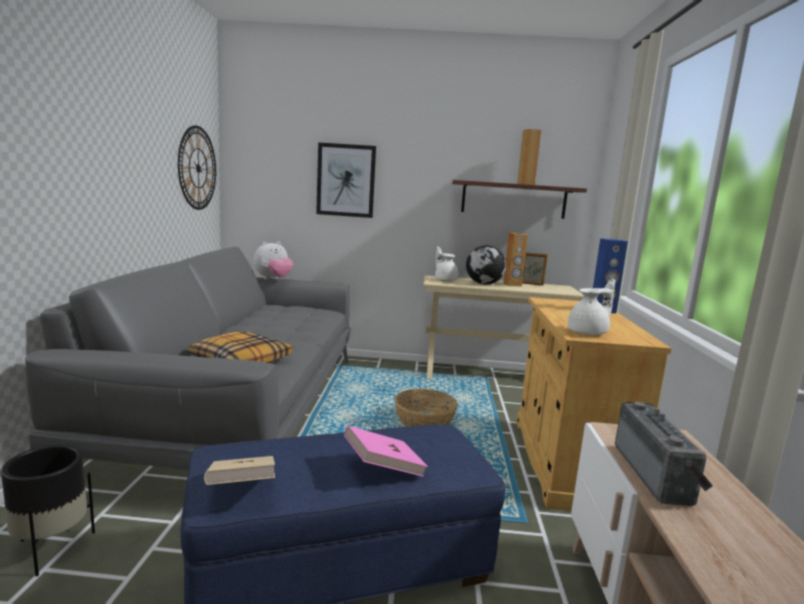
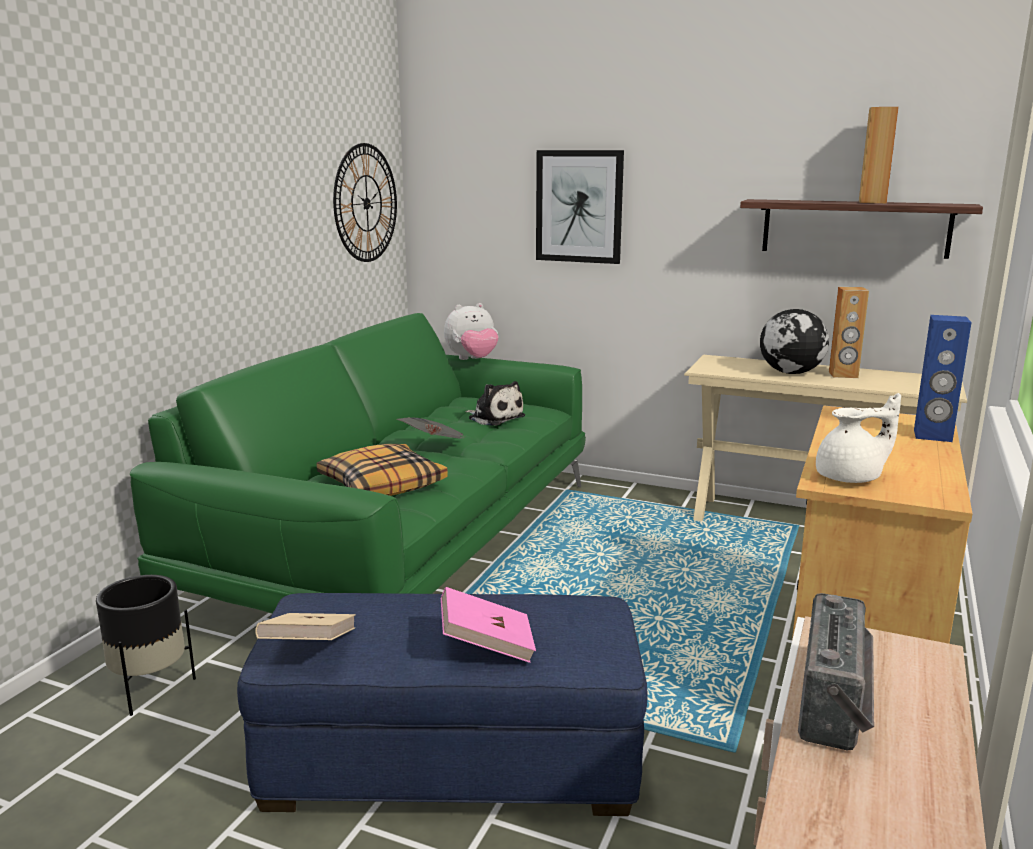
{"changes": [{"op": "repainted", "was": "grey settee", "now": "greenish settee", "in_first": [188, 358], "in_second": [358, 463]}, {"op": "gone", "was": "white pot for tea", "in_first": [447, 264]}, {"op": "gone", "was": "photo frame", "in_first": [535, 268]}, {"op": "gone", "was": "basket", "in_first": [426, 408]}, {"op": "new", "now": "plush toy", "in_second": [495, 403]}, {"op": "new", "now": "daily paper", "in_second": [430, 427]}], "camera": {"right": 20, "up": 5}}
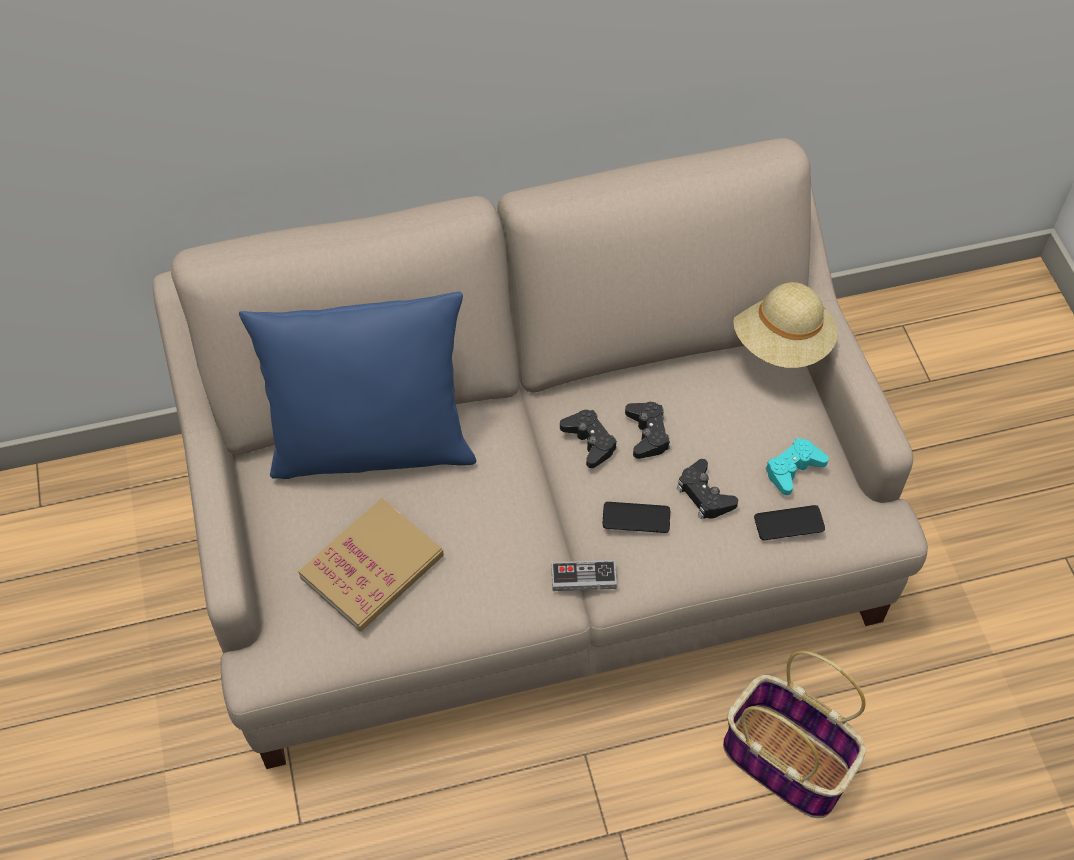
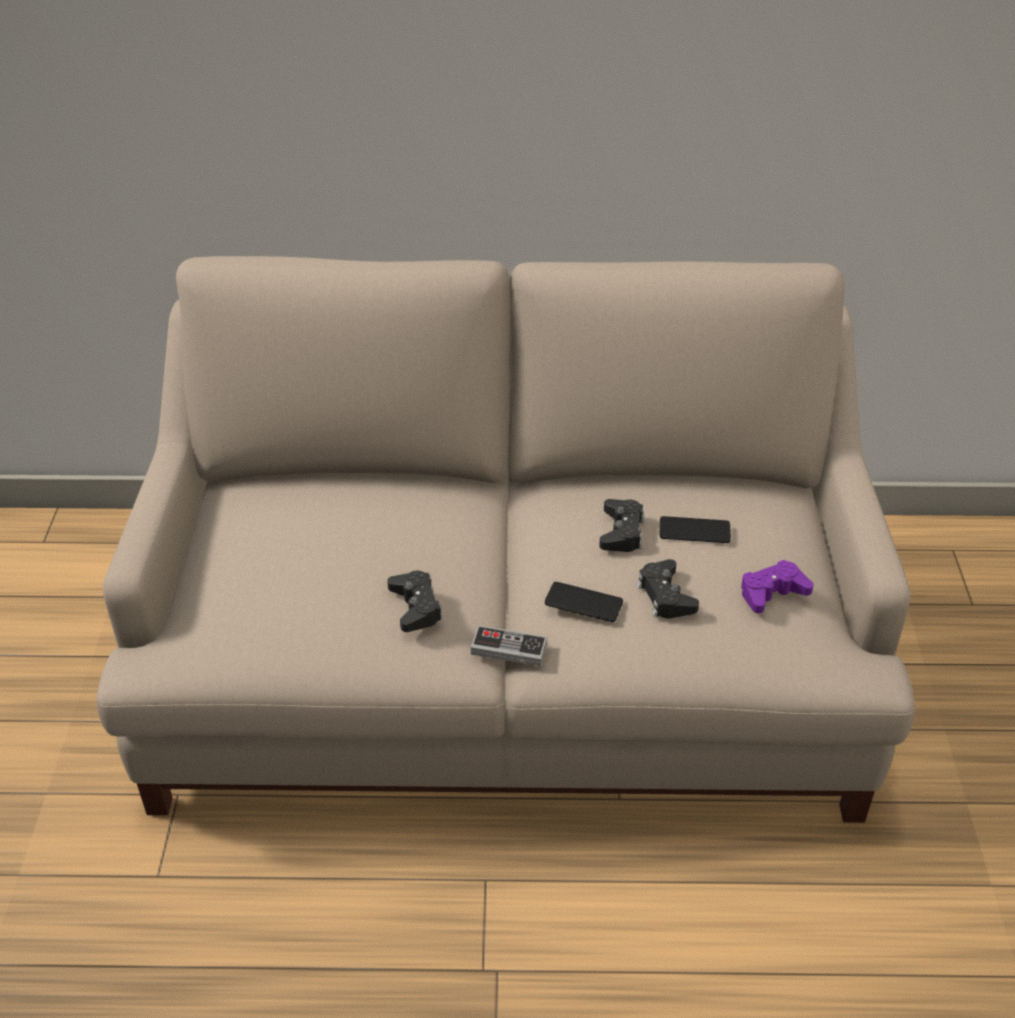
{"changes": [{"op": "gone", "was": "beige-coloured clothing hat", "in_first": [785, 325]}, {"op": "gone", "was": "blue throw pillow", "in_first": [357, 385]}, {"op": "shifted", "was": "black gamepad", "in_first": [588, 439], "in_second": [415, 601]}, {"op": "repainted", "was": "turquoise gamepad", "now": "purple-coloured gamepad", "in_first": [797, 466], "in_second": [777, 586]}, {"op": "gone", "was": "book", "in_first": [371, 564]}, {"op": "shifted", "was": "telephone", "in_first": [789, 522], "in_second": [695, 529]}, {"op": "gone", "was": "basket", "in_first": [794, 734]}], "camera": {"right": 15, "up": -15}}
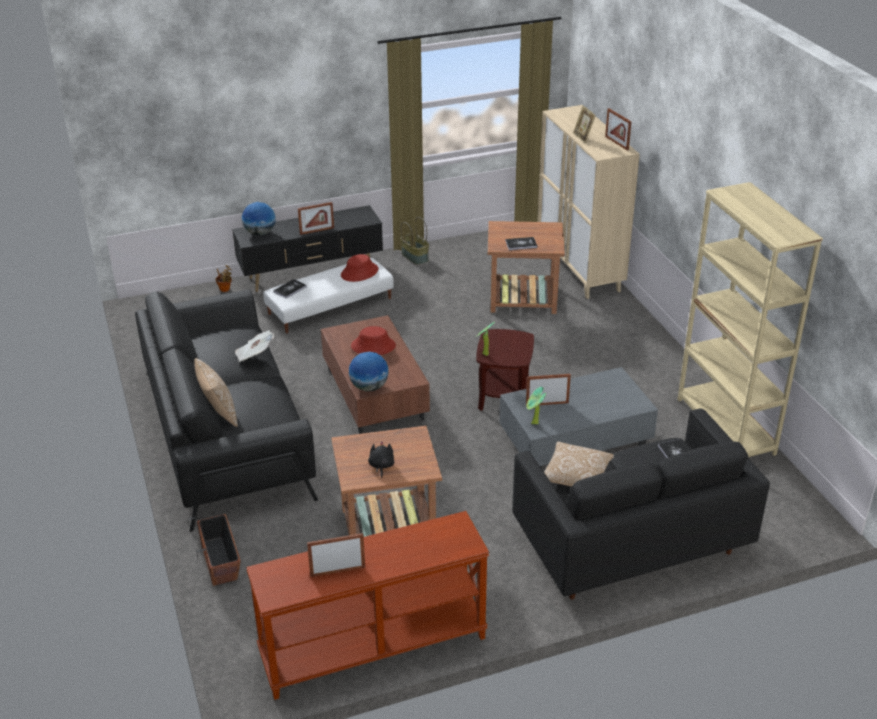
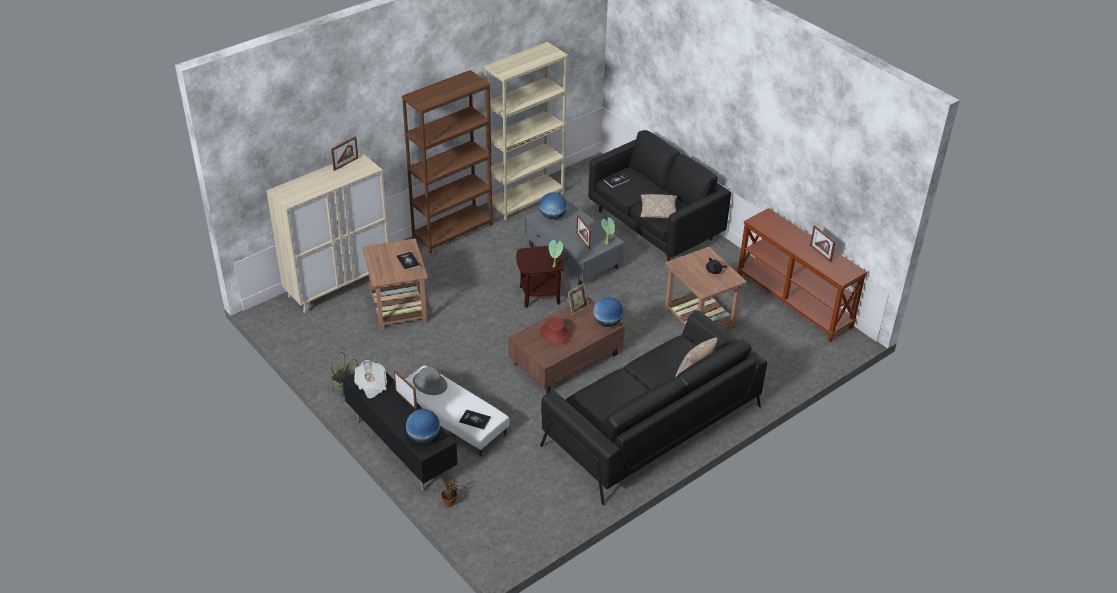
{"changes": [{"op": "shifted", "was": "photo frame", "in_first": [584, 124], "in_second": [577, 299]}, {"op": "repainted", "was": "red-coloured clothing hat", "now": "grey clothing hat", "in_first": [359, 268], "in_second": [430, 381]}, {"op": "shifted", "was": "daily paper", "in_first": [254, 346], "in_second": [370, 379]}, {"op": "gone", "was": "plant pot", "in_first": [214, 550]}, {"op": "new", "now": "brown shelving unit", "in_second": [447, 162]}, {"op": "new", "now": "globe", "in_second": [553, 206]}], "camera": {"right": -110, "up": 5}}
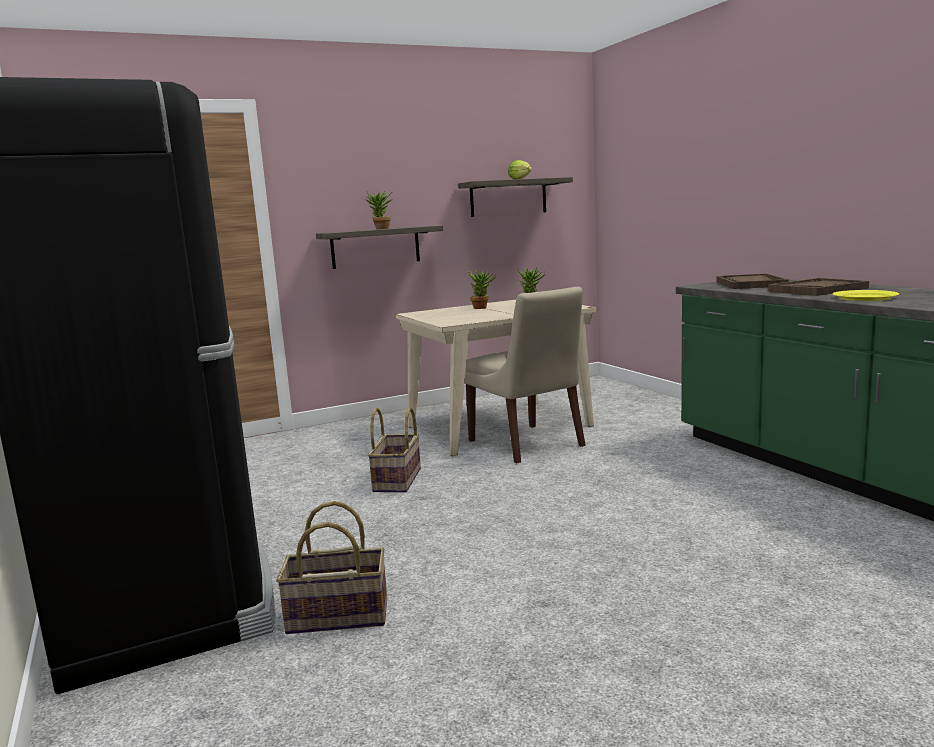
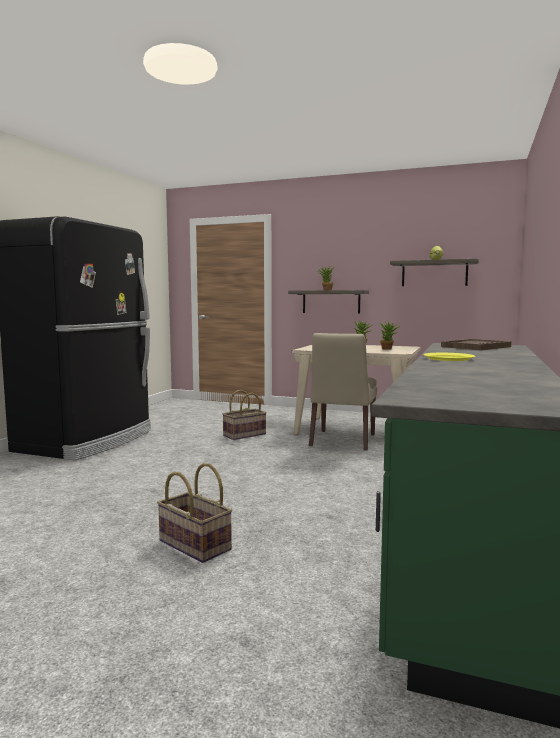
{"changes": [{"op": "gone", "was": "brown tray", "in_first": [818, 287]}, {"op": "shifted", "was": "basket", "in_first": [331, 567], "in_second": [194, 513]}], "camera": {"right": 45, "up": -5}}
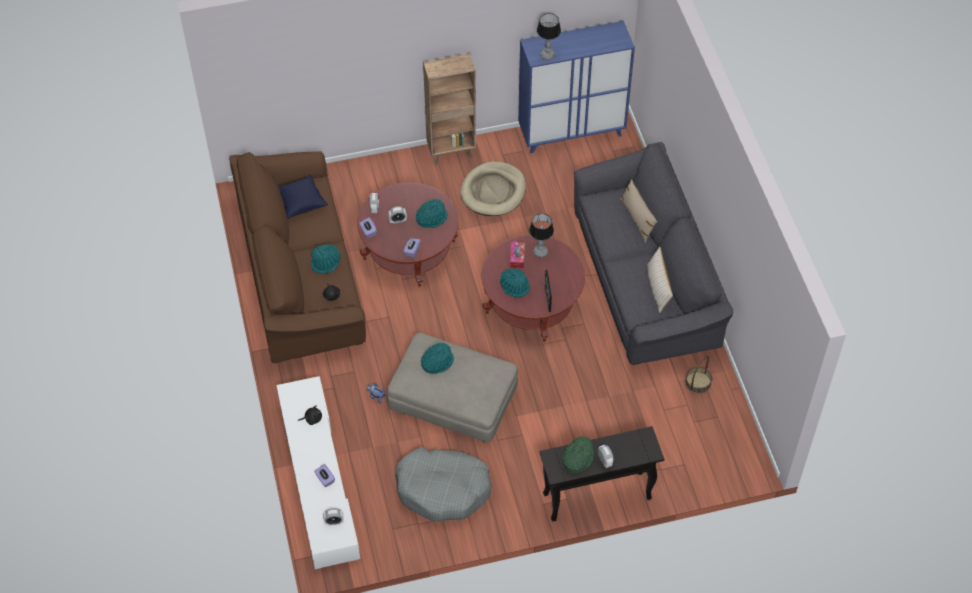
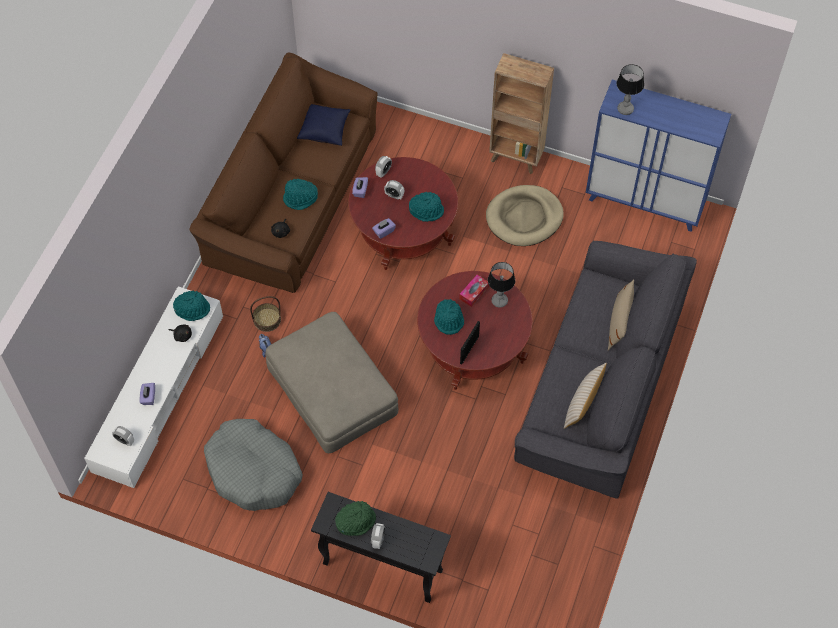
{"changes": [{"op": "shifted", "was": "turquoise clothing hat", "in_first": [437, 358], "in_second": [191, 306]}, {"op": "shifted", "was": "basket", "in_first": [698, 375], "in_second": [265, 314]}], "camera": {"right": 35, "up": 5}}
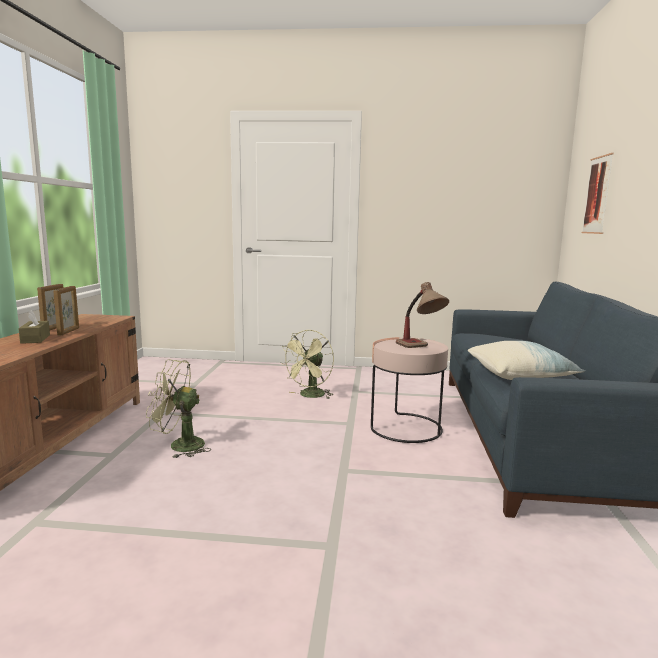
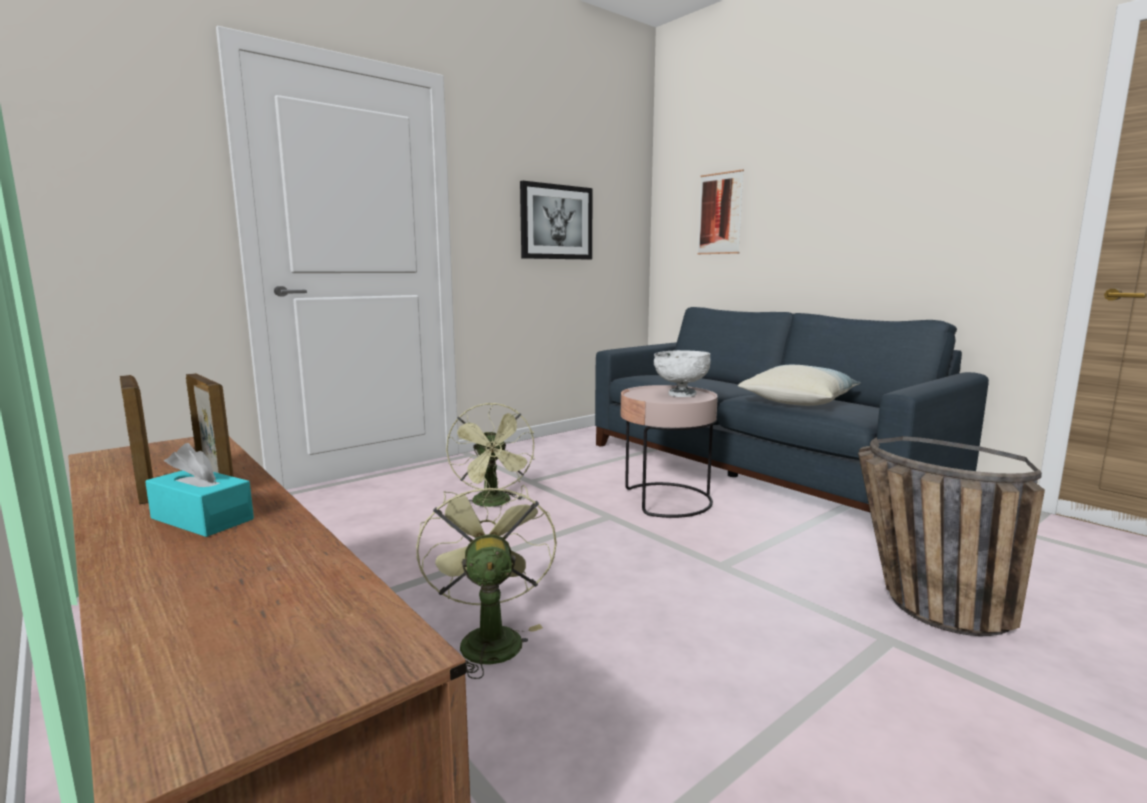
{"changes": [{"op": "swapped", "was": "table lamp", "now": "white deep dish", "in_first": [422, 315], "in_second": [682, 373]}, {"op": "repainted", "was": "brown tissue box", "now": "turquoise tissue box", "in_first": [34, 327], "in_second": [199, 490]}, {"op": "rotated", "was": "greenish fan", "in_first": [178, 408], "in_second": [486, 578], "clockwise": 120}, {"op": "new", "now": "wall picture", "in_second": [556, 220]}, {"op": "new", "now": "basket", "in_second": [951, 536]}], "camera": {"right": -45, "up": 0}}
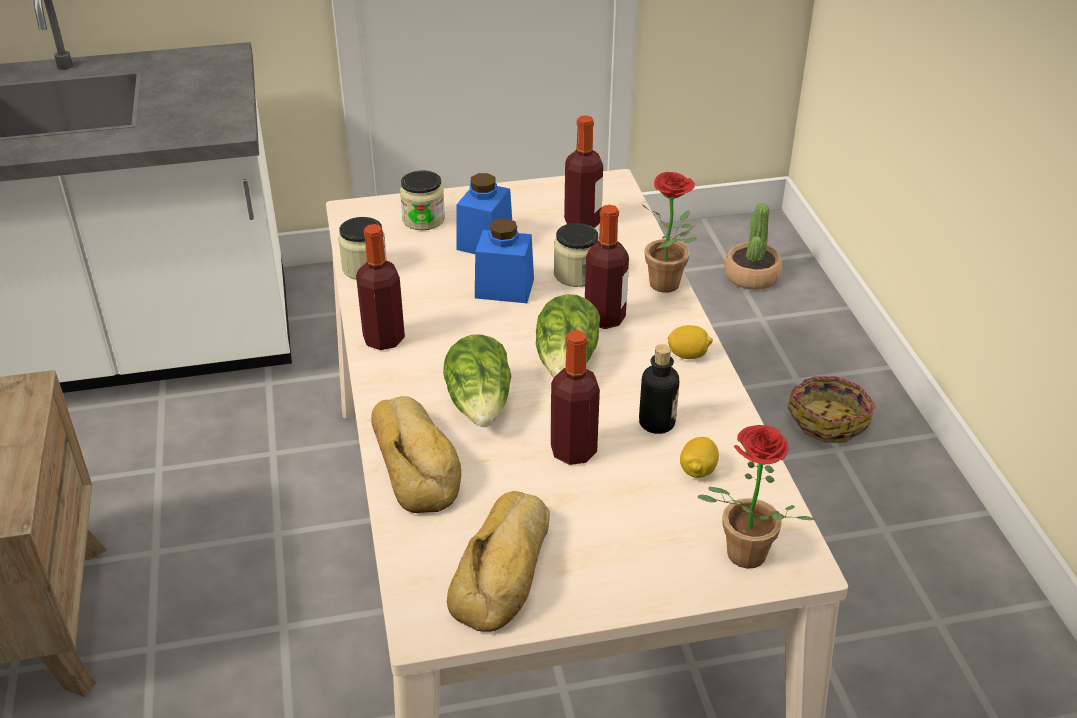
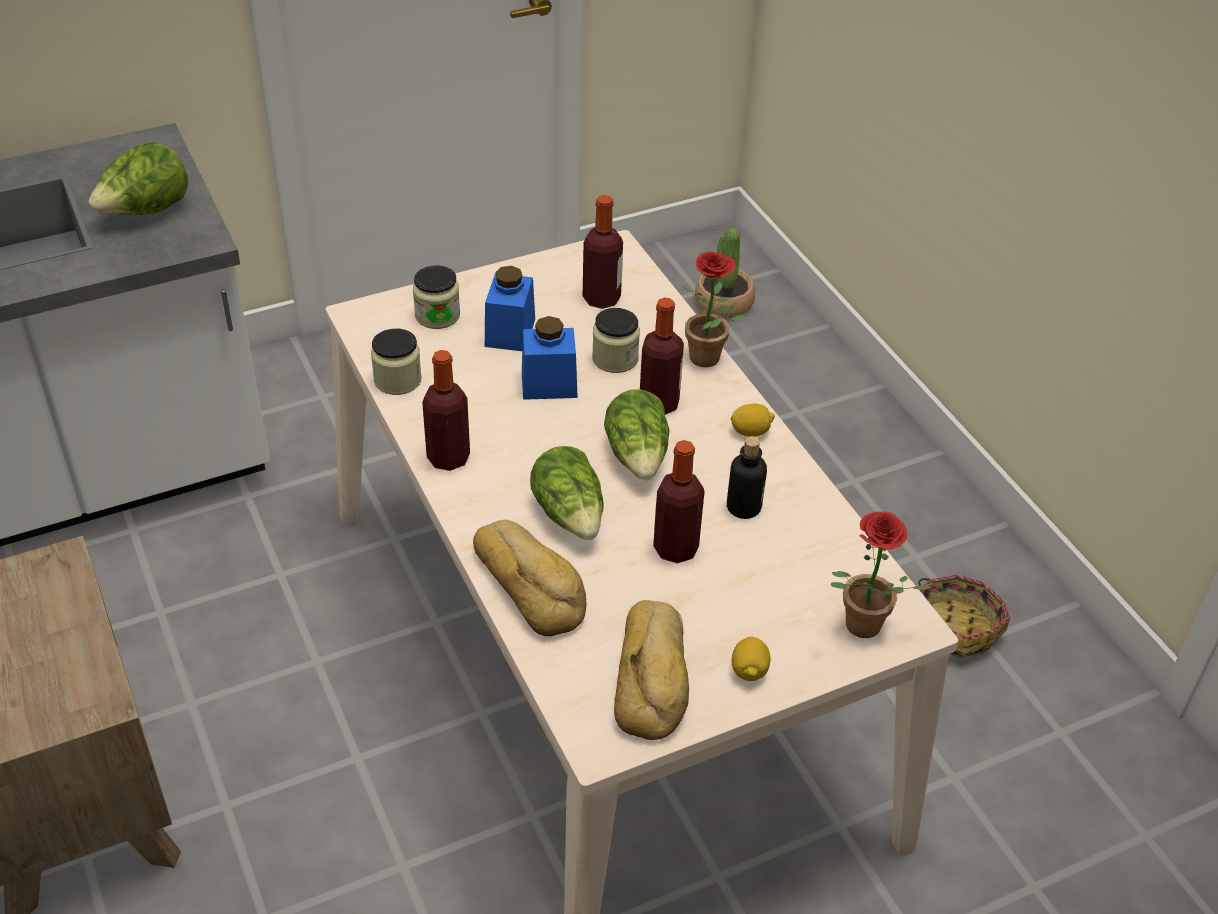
{"changes": [{"op": "shifted", "was": "basket", "in_first": [832, 410], "in_second": [964, 616]}, {"op": "shifted", "was": "whole lemon", "in_first": [699, 457], "in_second": [751, 659]}, {"op": "new", "now": "head of lettuce", "in_second": [138, 178]}], "camera": {"right": -15, "up": 5}}
